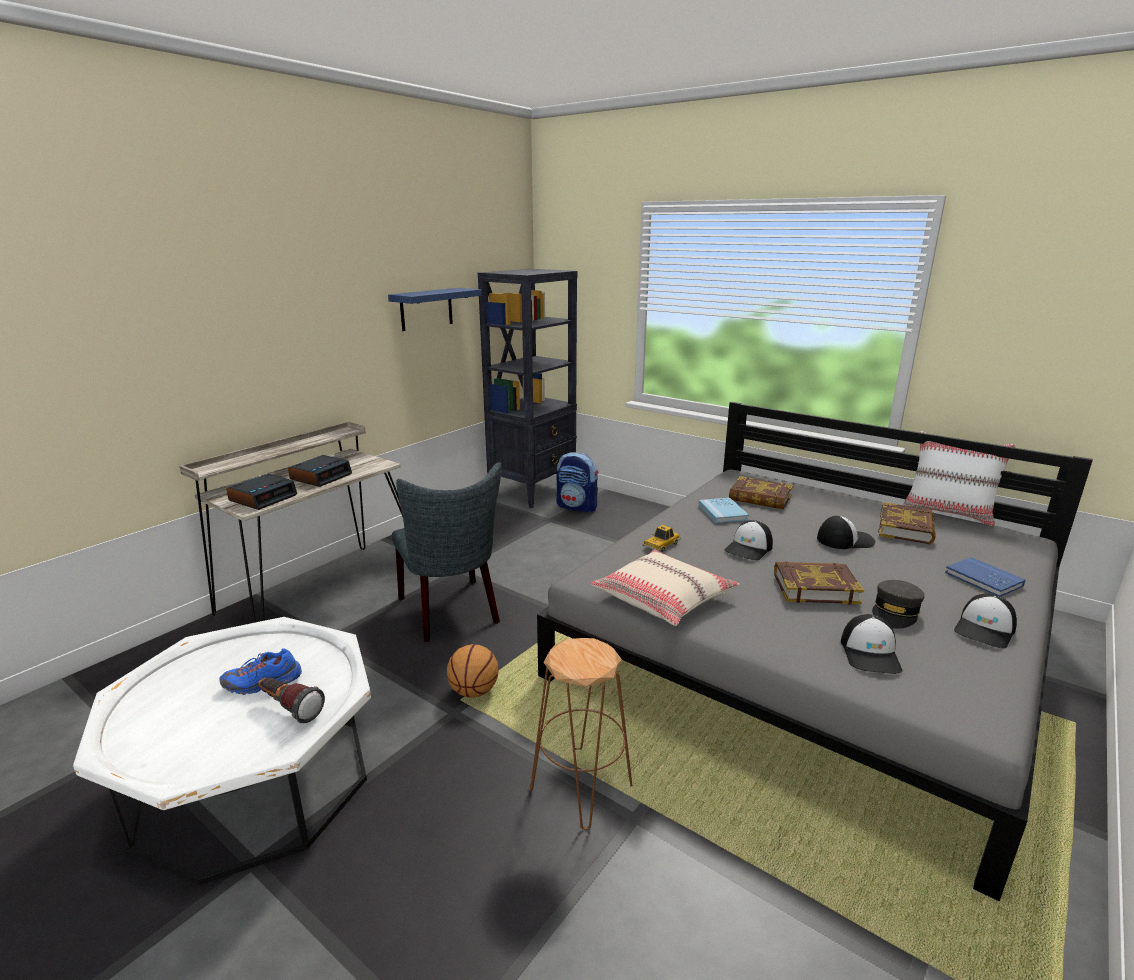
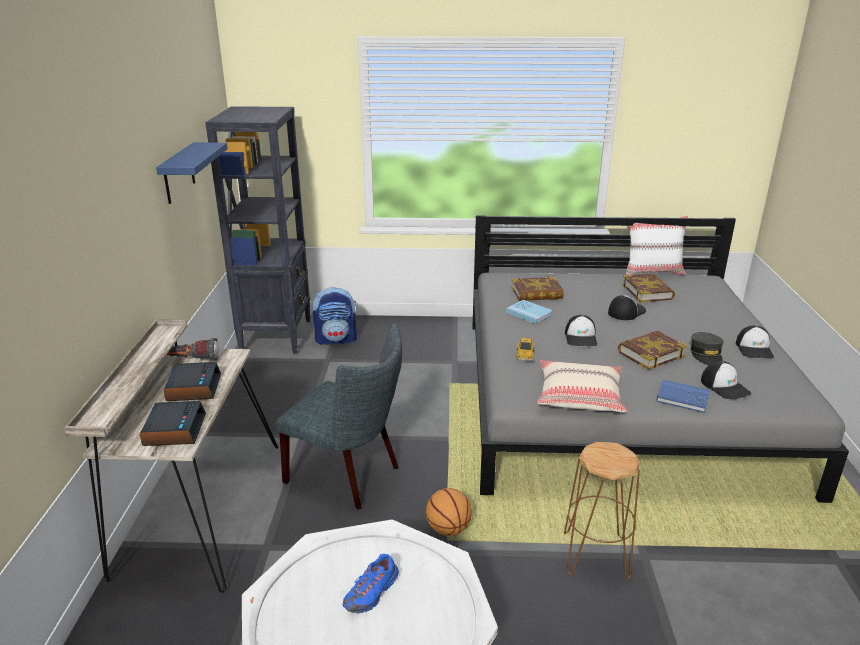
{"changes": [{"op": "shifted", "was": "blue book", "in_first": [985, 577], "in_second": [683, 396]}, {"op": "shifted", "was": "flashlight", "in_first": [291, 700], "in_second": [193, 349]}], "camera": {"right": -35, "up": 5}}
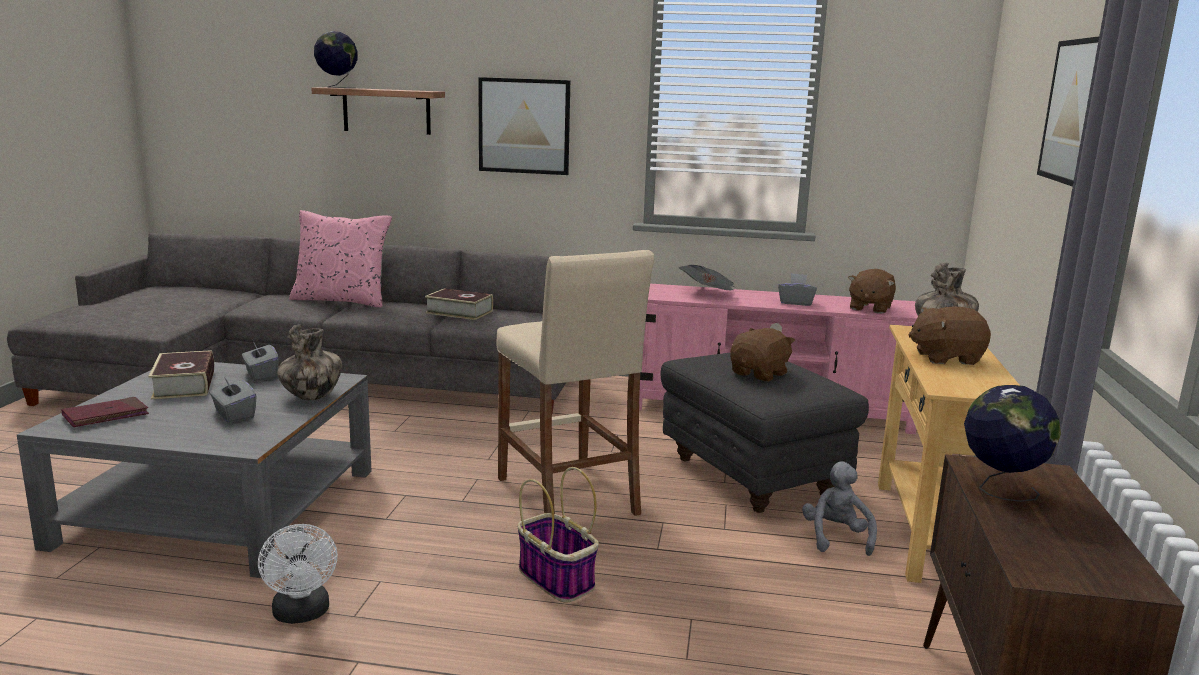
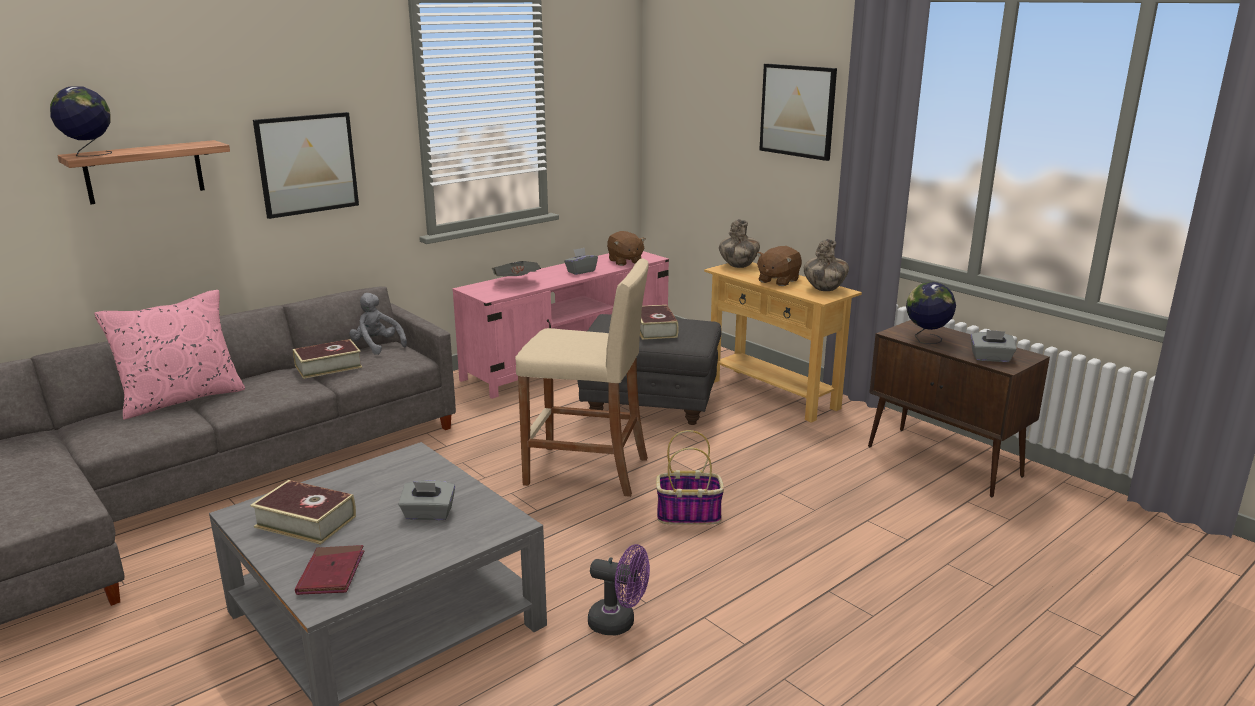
{"changes": [{"op": "shifted", "was": "flower vase", "in_first": [309, 362], "in_second": [826, 265]}, {"op": "swapped", "was": "brown plush toy", "now": "book", "in_first": [762, 355], "in_second": [659, 322]}, {"op": "shifted", "was": "grey tissue box", "in_first": [260, 362], "in_second": [994, 346]}, {"op": "shifted", "was": "grey plush toy", "in_first": [839, 508], "in_second": [378, 324]}, {"op": "repainted", "was": "white fan", "now": "purple-coloured fan", "in_first": [298, 574], "in_second": [619, 589]}], "camera": {"right": -50, "up": 5}}
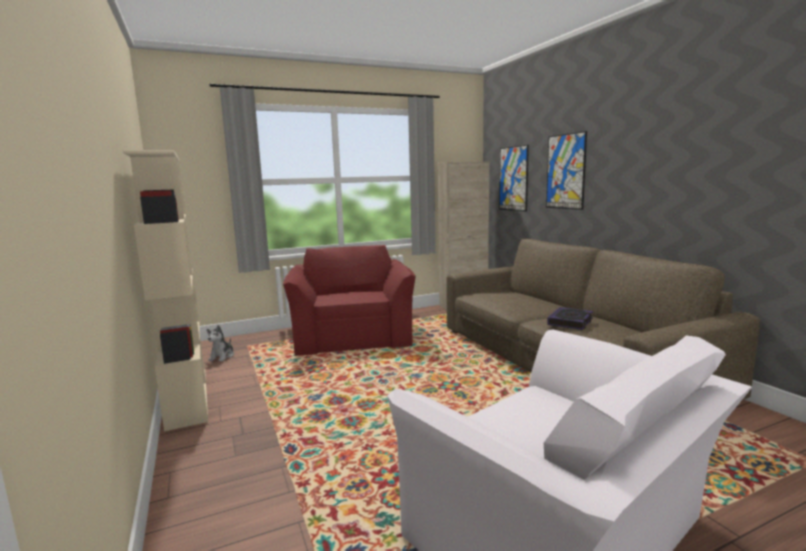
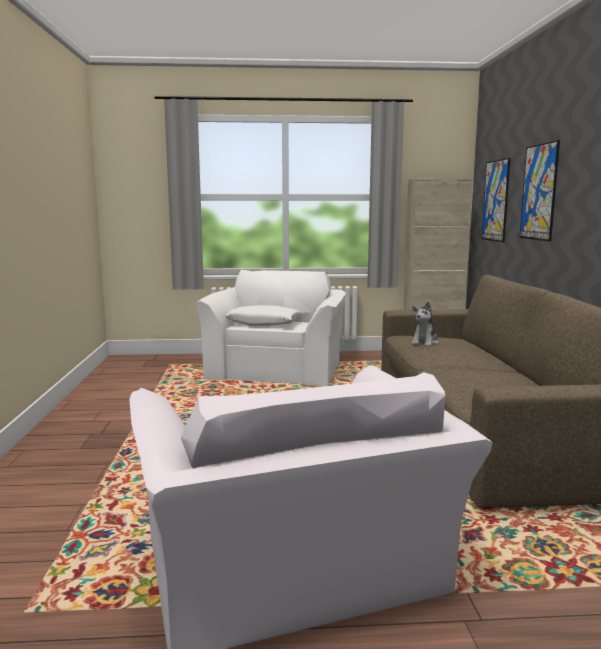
{"changes": [{"op": "gone", "was": "beige-coloured shelving unit", "in_first": [165, 290]}, {"op": "repainted", "was": "red-coloured easy chair", "now": "white easy chair", "in_first": [349, 300], "in_second": [271, 328]}, {"op": "gone", "was": "book", "in_first": [570, 318]}, {"op": "shifted", "was": "plush toy", "in_first": [220, 343], "in_second": [425, 324]}, {"op": "new", "now": "white throw pillow", "in_second": [263, 315]}], "camera": {"right": 20, "up": 0}}
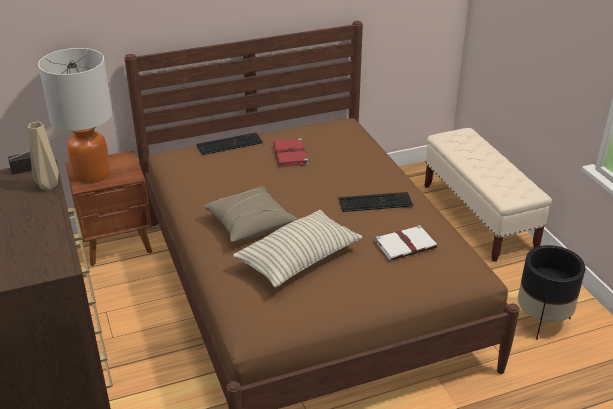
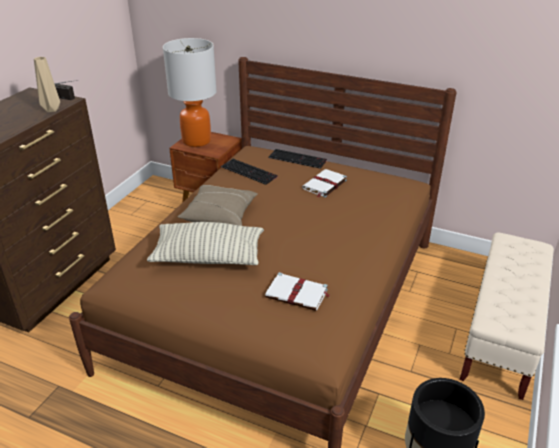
{"changes": [{"op": "repainted", "was": "red-coloured book", "now": "white book", "in_first": [290, 153], "in_second": [324, 183]}, {"op": "shifted", "was": "computer keyboard", "in_first": [376, 202], "in_second": [249, 172]}], "camera": {"right": 45, "up": 0}}
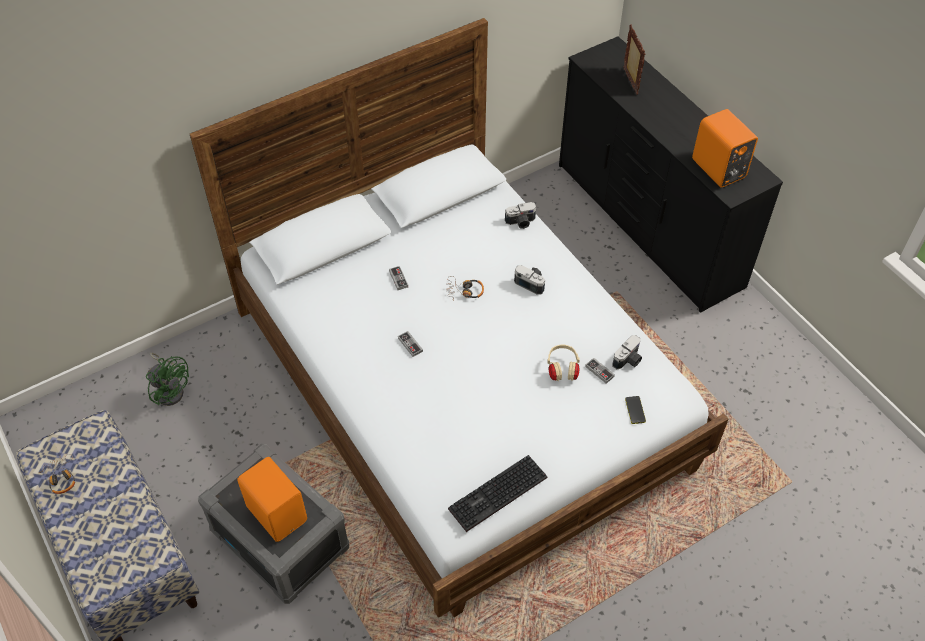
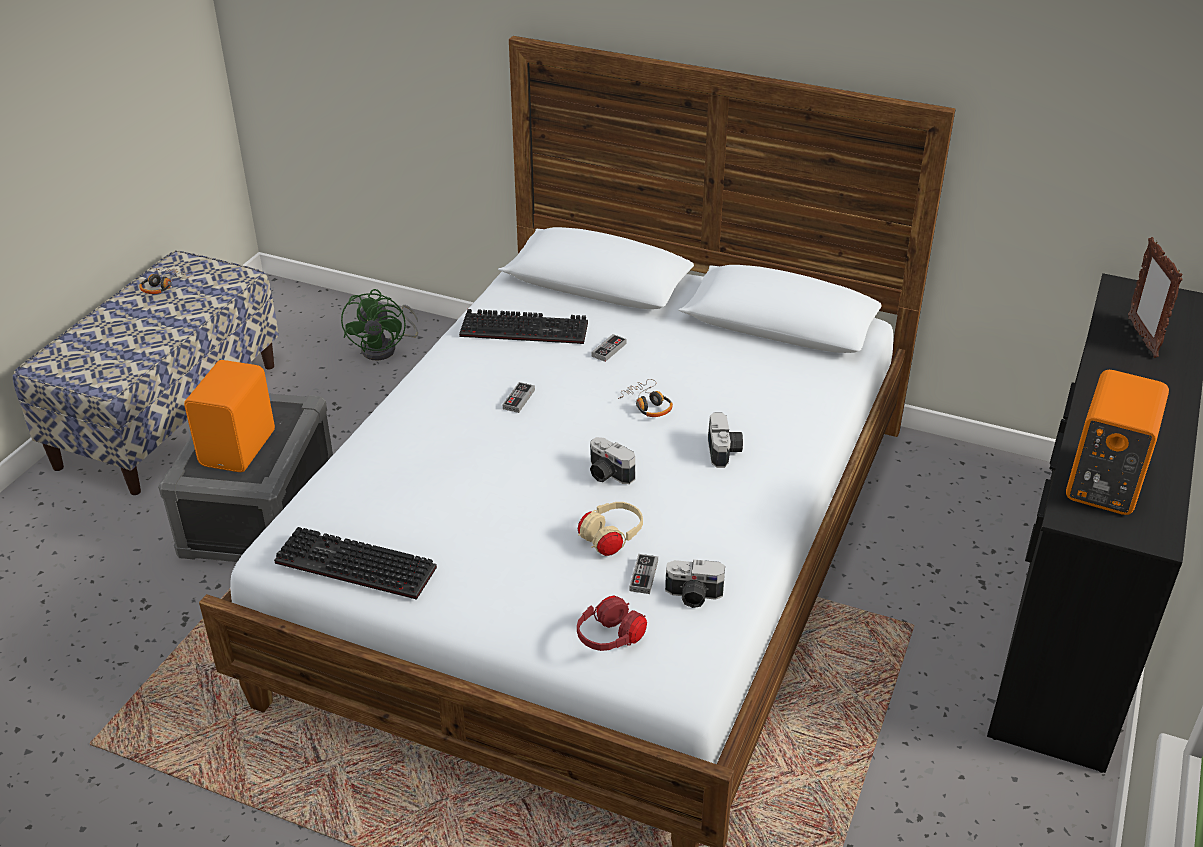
{"changes": [{"op": "rotated", "was": "photo frame", "in_first": [634, 59], "in_second": [1155, 297], "clockwise": 135}, {"op": "shifted", "was": "still camera", "in_first": [520, 215], "in_second": [612, 460]}, {"op": "swapped", "was": "telephone", "now": "red-coloured pair of headphones", "in_first": [635, 410], "in_second": [612, 623]}, {"op": "new", "now": "computer keyboard", "in_second": [523, 326]}], "camera": {"right": 55, "up": -15}}
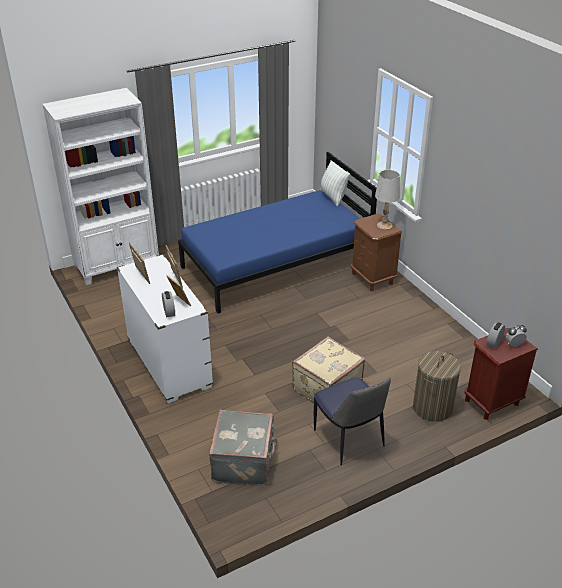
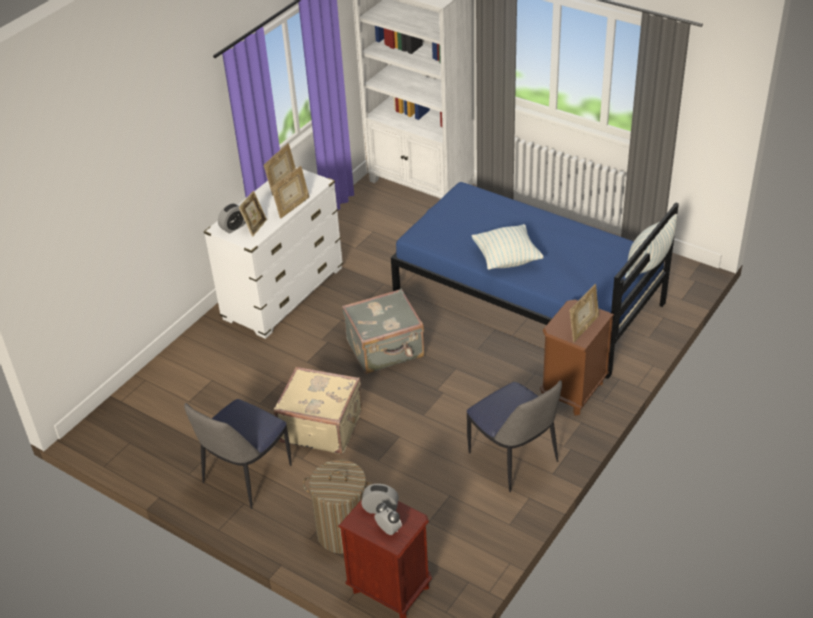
{"changes": [{"op": "swapped", "was": "white table lamp", "now": "photo frame", "in_first": [387, 200], "in_second": [584, 313]}, {"op": "shifted", "was": "grey travel case", "in_first": [243, 448], "in_second": [383, 331]}, {"op": "new", "now": "throw pillow", "in_second": [507, 247]}, {"op": "new", "now": "chair", "in_second": [514, 436]}], "camera": {"right": 65, "up": 5}}
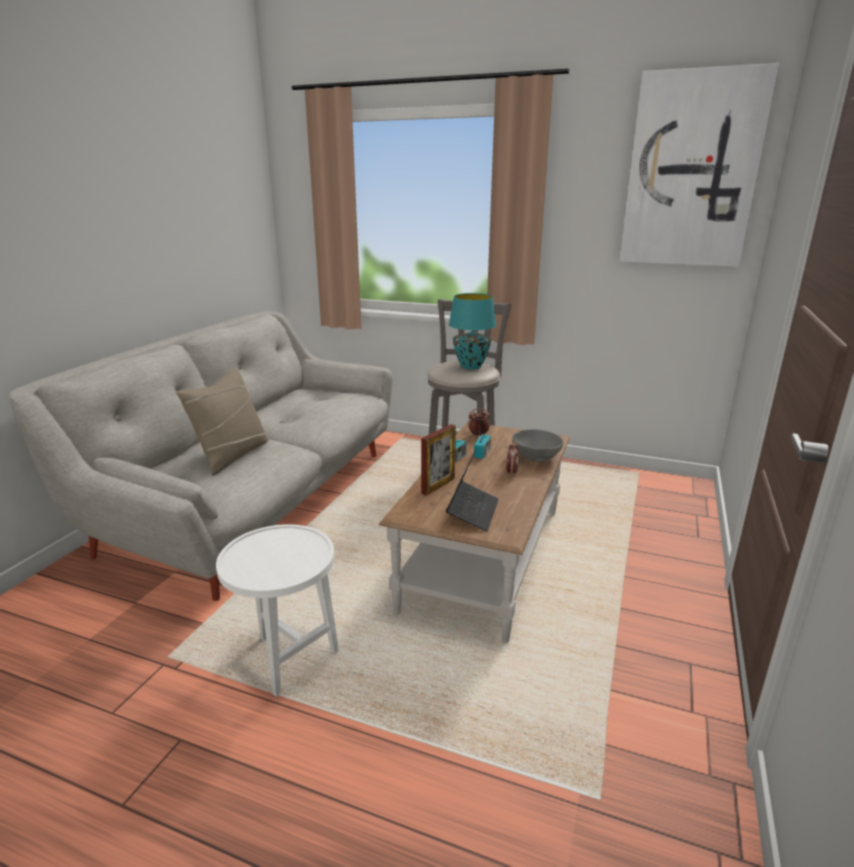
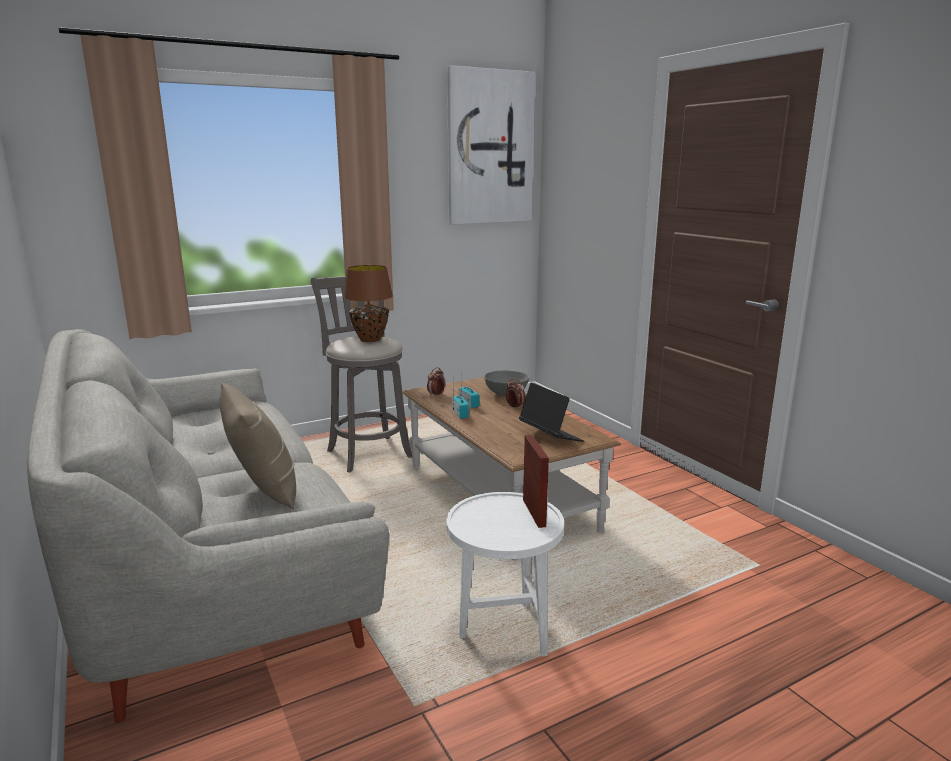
{"changes": [{"op": "repainted", "was": "turquoise table lamp", "now": "brown table lamp", "in_first": [473, 331], "in_second": [368, 303]}, {"op": "shifted", "was": "photo frame", "in_first": [438, 460], "in_second": [536, 481]}], "camera": {"right": -50, "up": -5}}
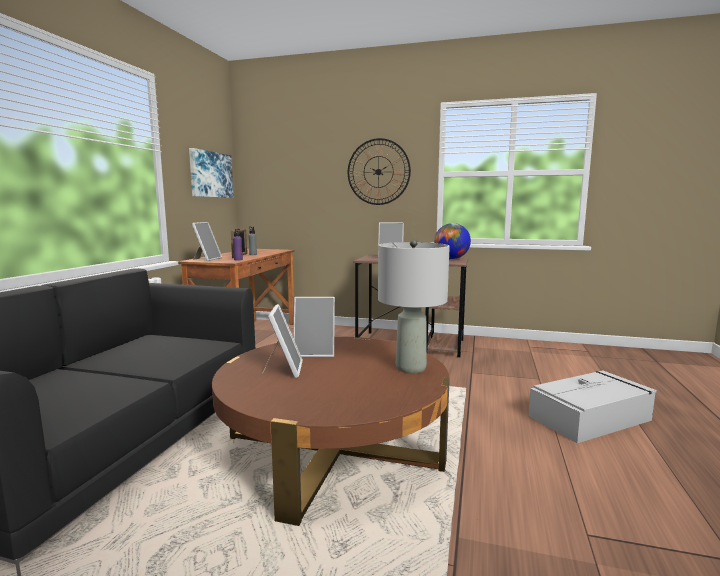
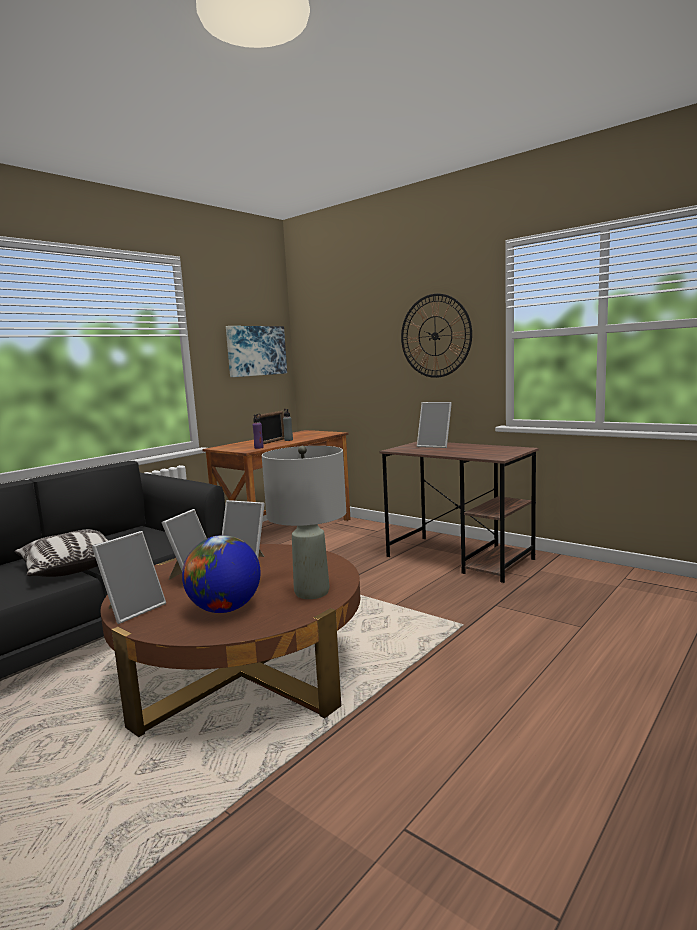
{"changes": [{"op": "shifted", "was": "photo frame", "in_first": [207, 241], "in_second": [129, 577]}, {"op": "shifted", "was": "globe", "in_first": [452, 241], "in_second": [221, 574]}, {"op": "gone", "was": "grey storage container", "in_first": [592, 407]}, {"op": "new", "now": "throw pillow", "in_second": [61, 553]}], "camera": {"right": 25, "up": 0}}
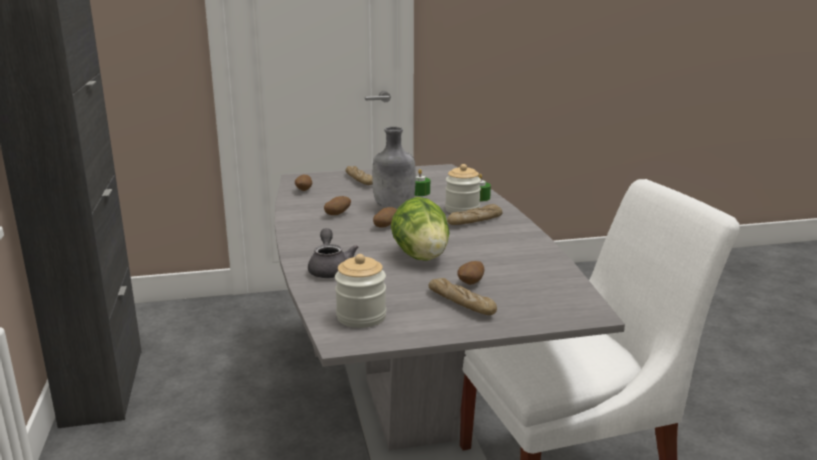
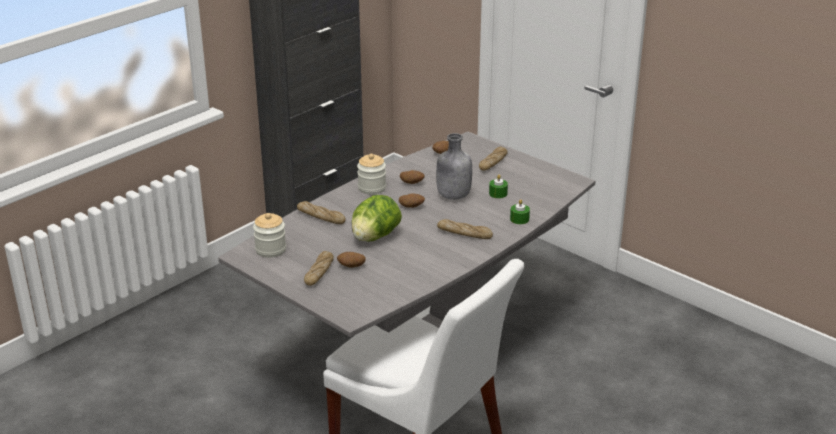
{"changes": [{"op": "shifted", "was": "jar", "in_first": [463, 188], "in_second": [371, 174]}, {"op": "swapped", "was": "grey pot for tea", "now": "bread", "in_first": [333, 253], "in_second": [321, 212]}], "camera": {"right": 55, "up": 10}}
